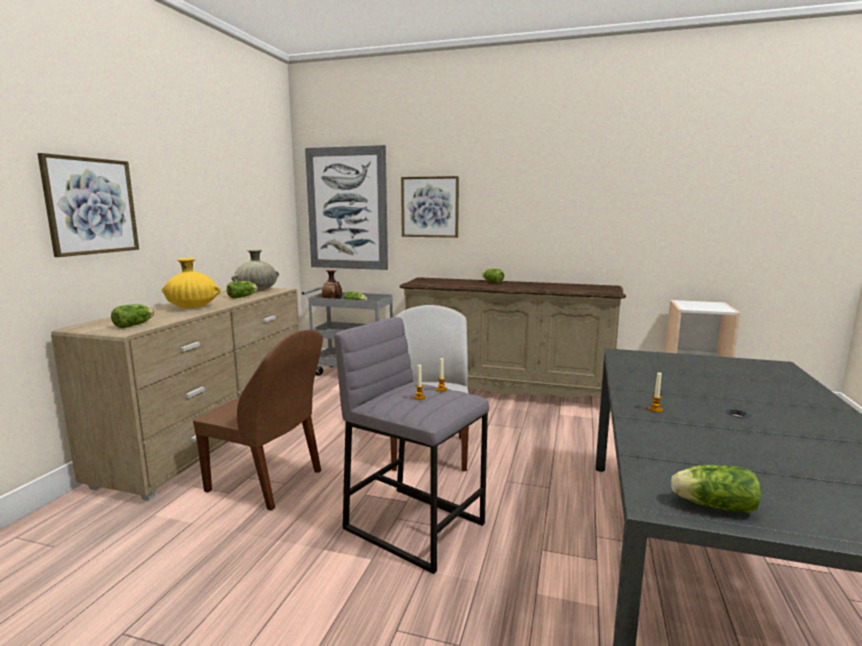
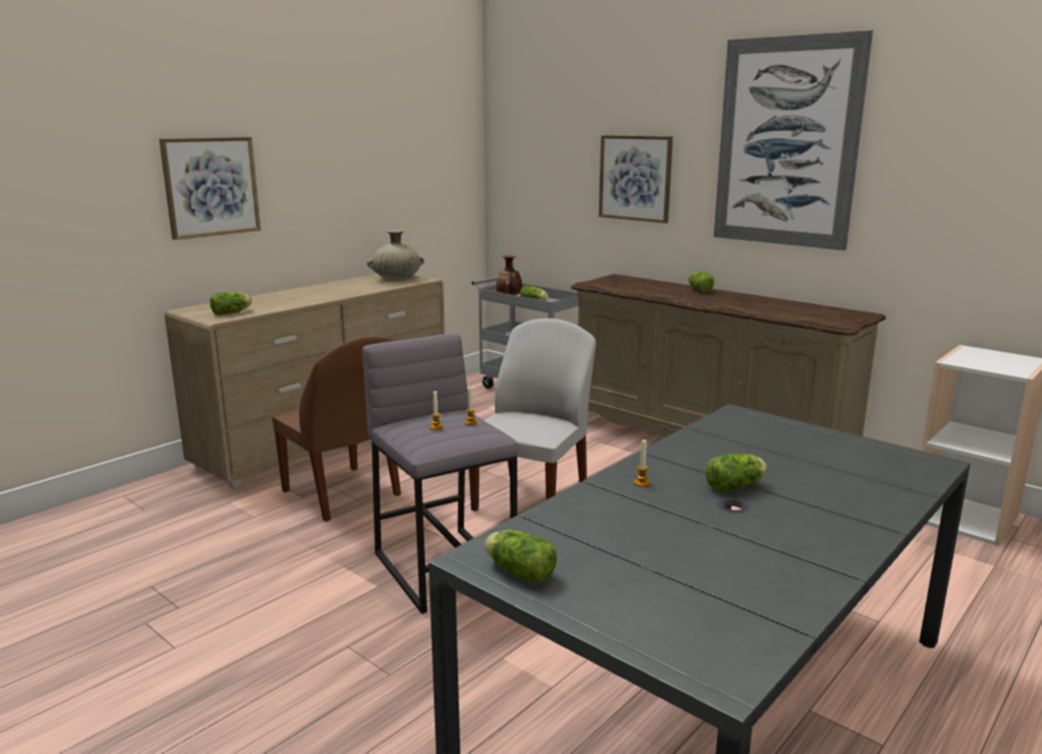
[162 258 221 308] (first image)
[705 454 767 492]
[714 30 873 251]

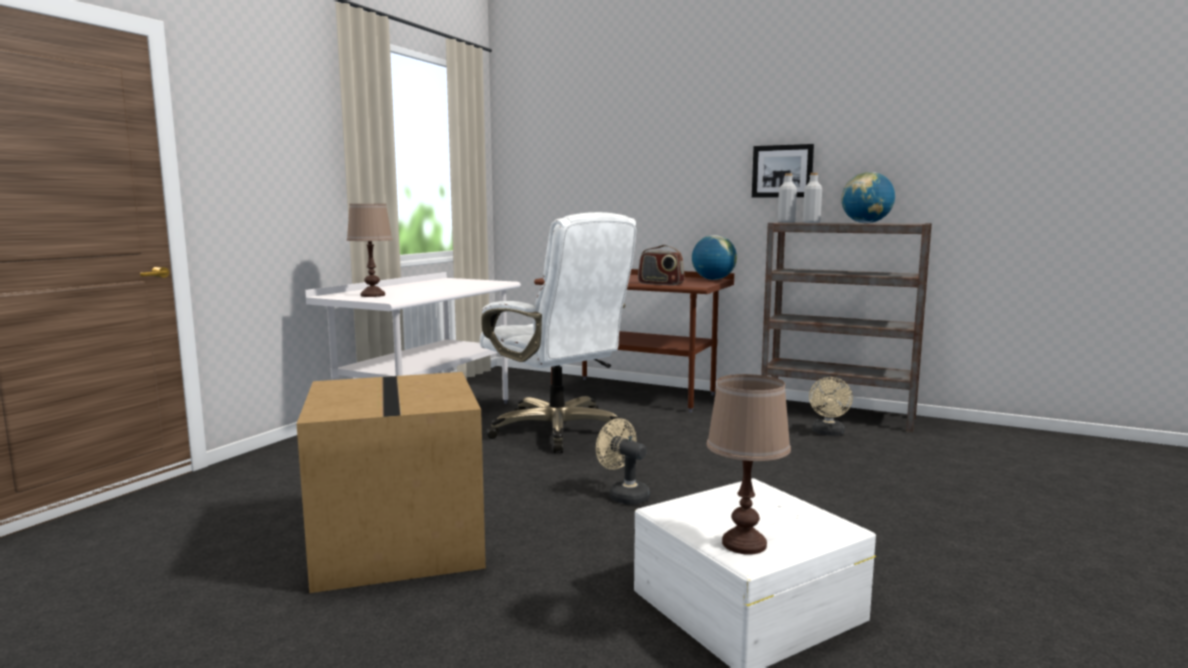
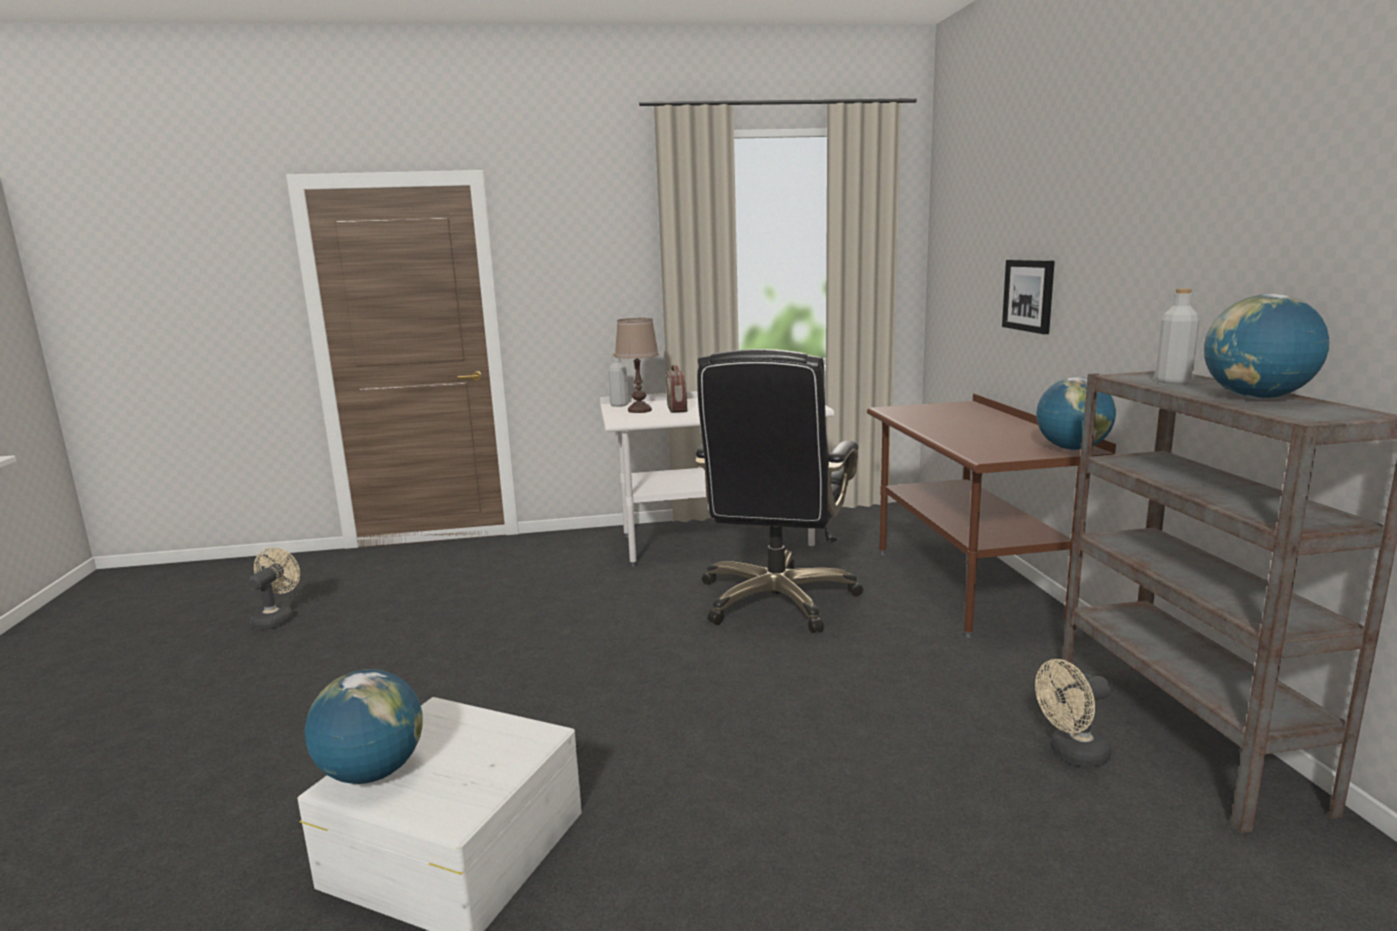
[297 372 486 593] (first image)
[695 349 864 633]
[248 547 300 629]
[666 365 687 413]
[305 669 423 784]
[1002 260 1055 334]
[608 353 629 407]

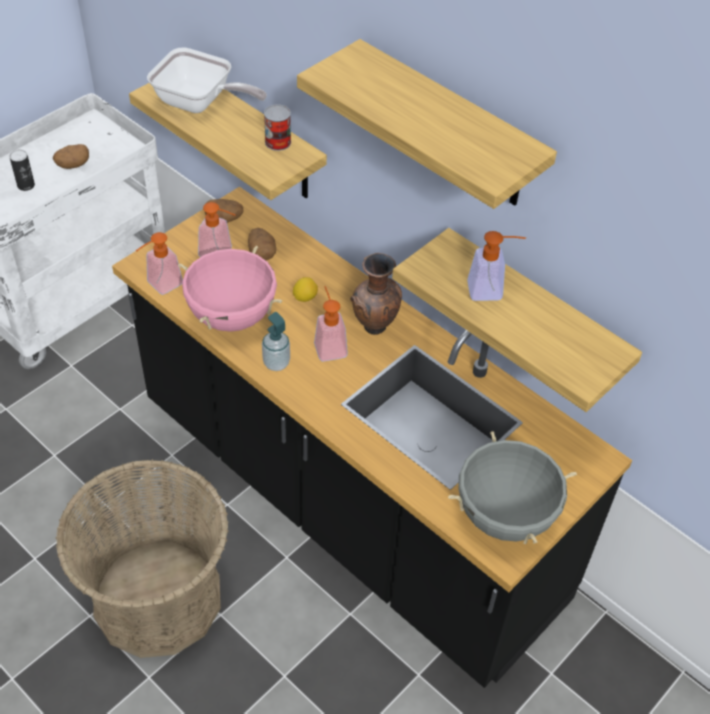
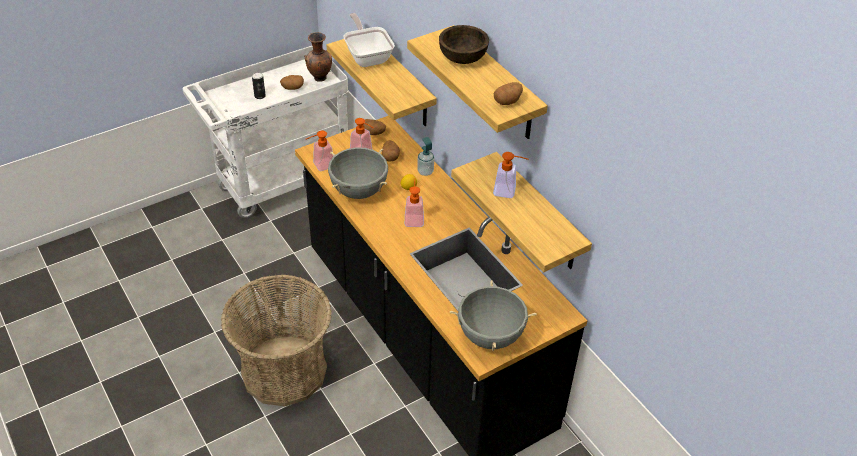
[343 13 395 67]
[328 147 388 199]
[417 137 434 176]
[264 104 291 151] (first image)
[304 32 332 82]
[439 25 489 64]
[494 82 523 105]

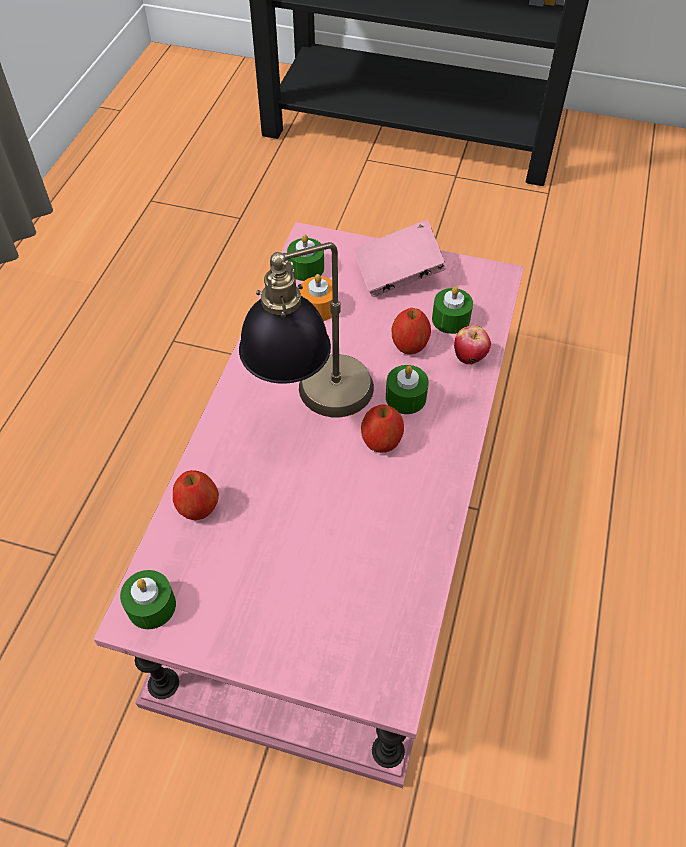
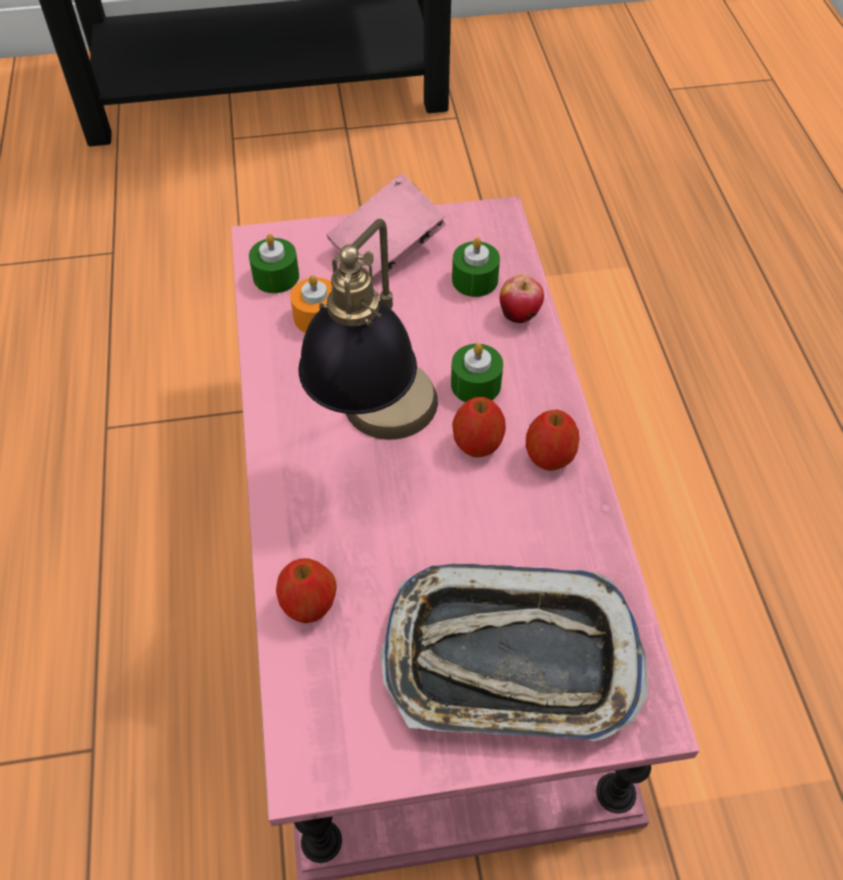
[120 570 176 629] (first image)
[526 409 579 471]
[381 564 648 741]

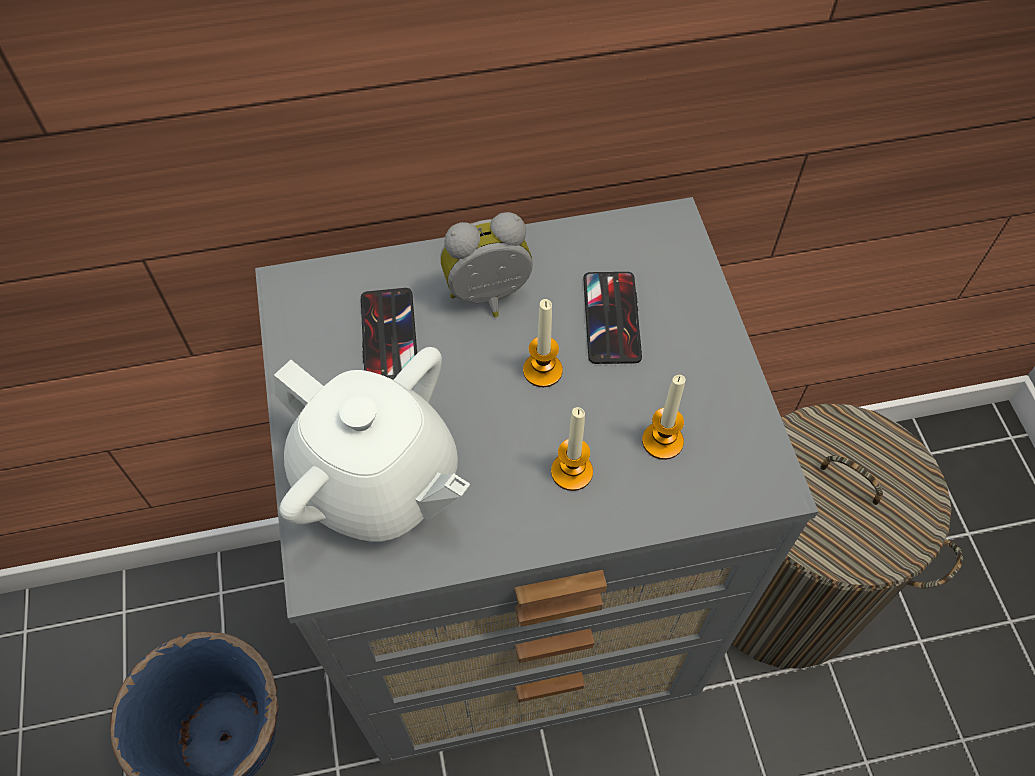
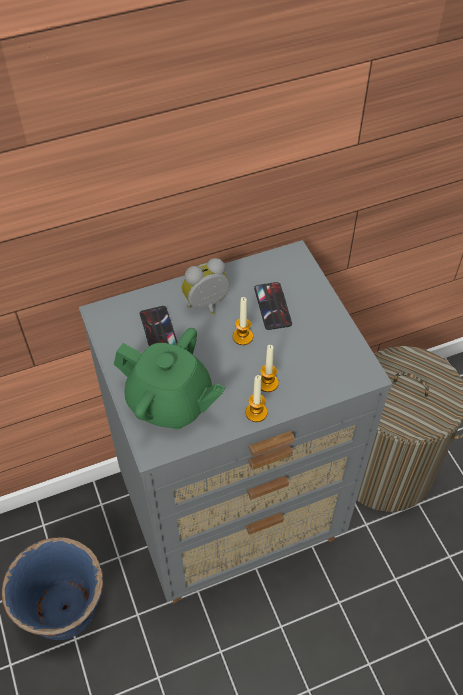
[114 328 225 429]
[245 375 267 422]

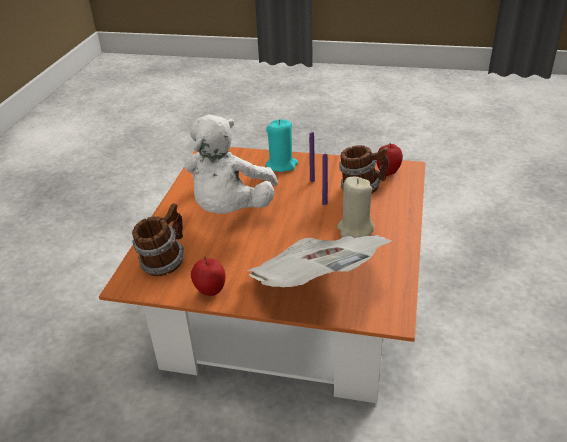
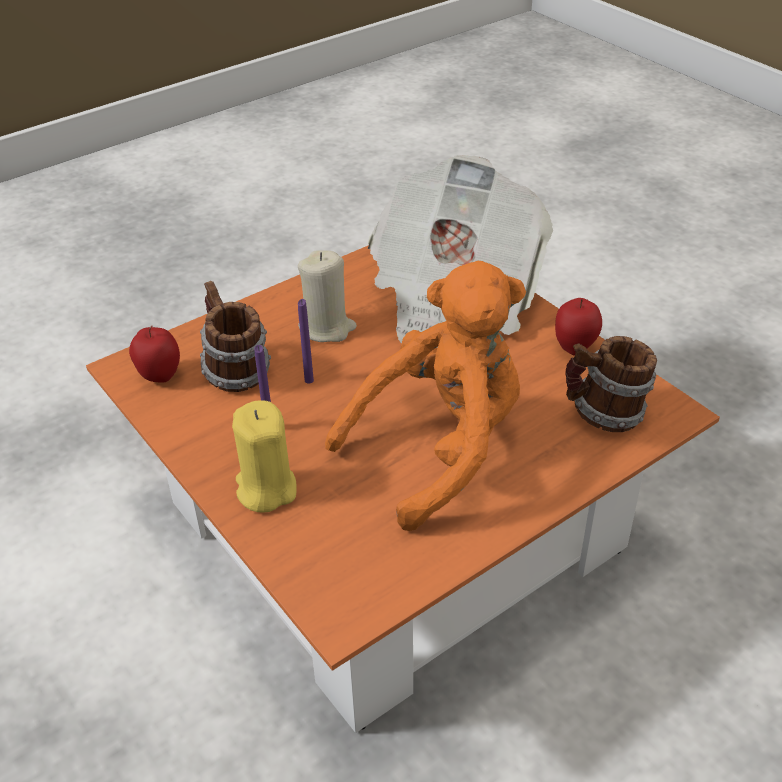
[325 261 526 531]
[232 400 297 513]

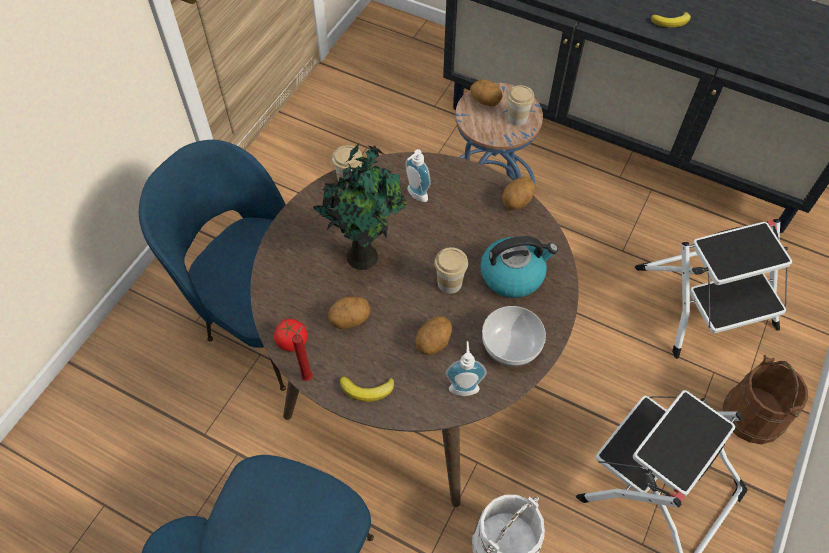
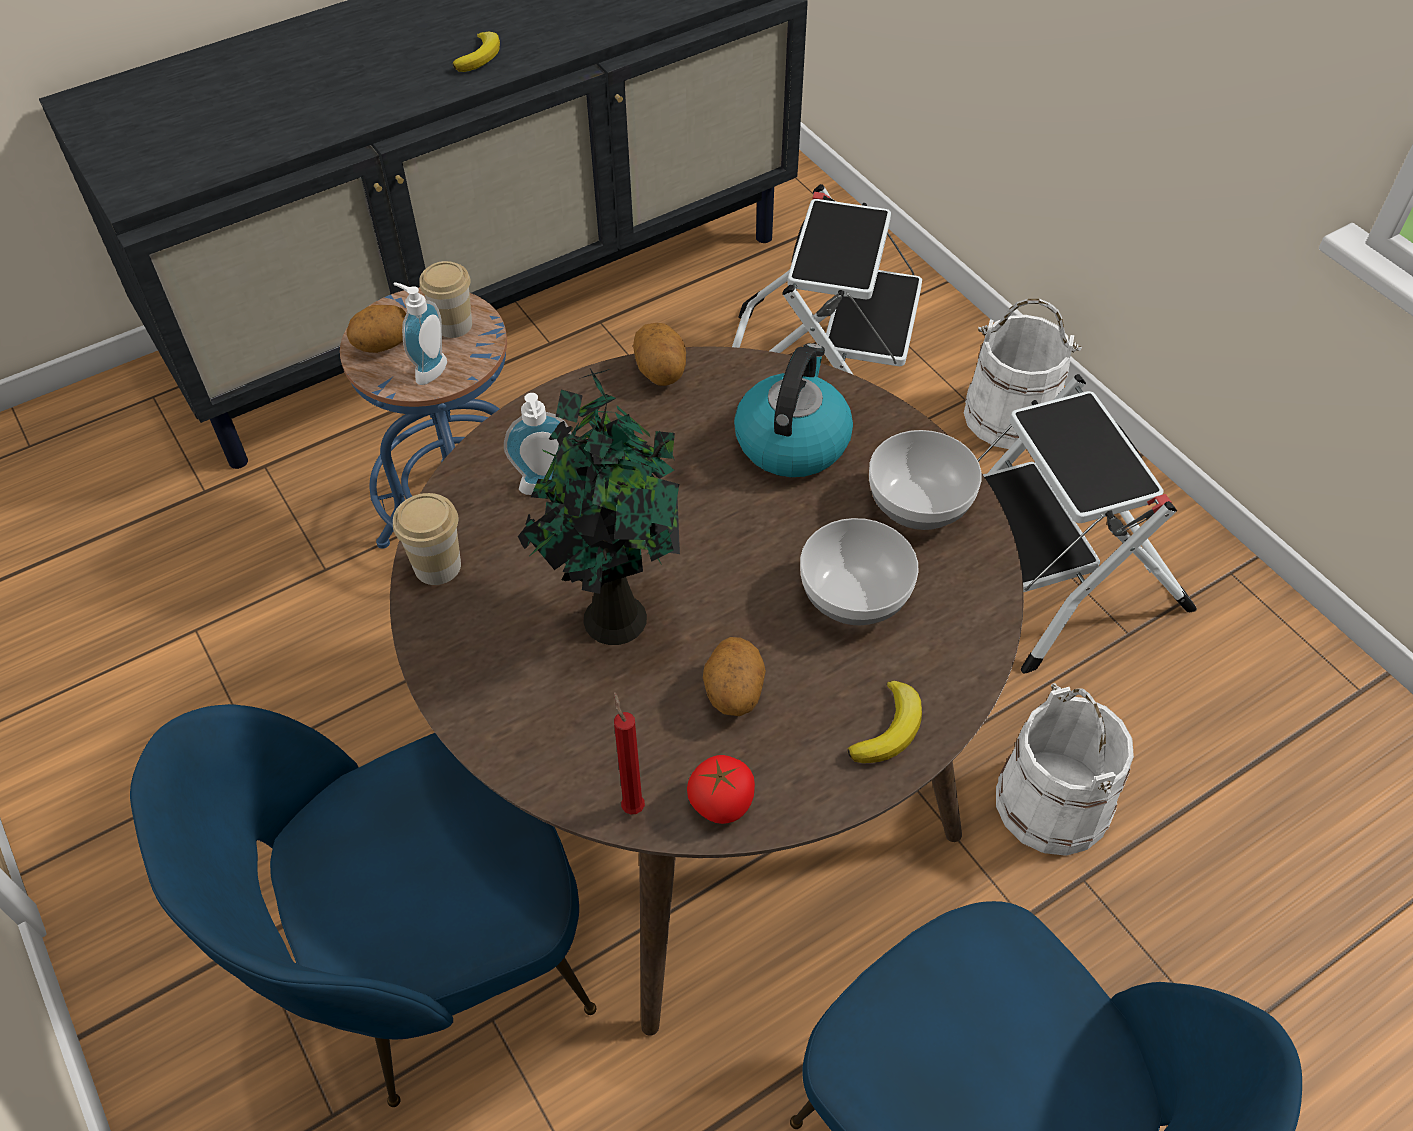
[614 692 645 815]
[800 518 919 625]
[434 247 468 294] (first image)
[394 282 447 385]
[964 299 1082 449]

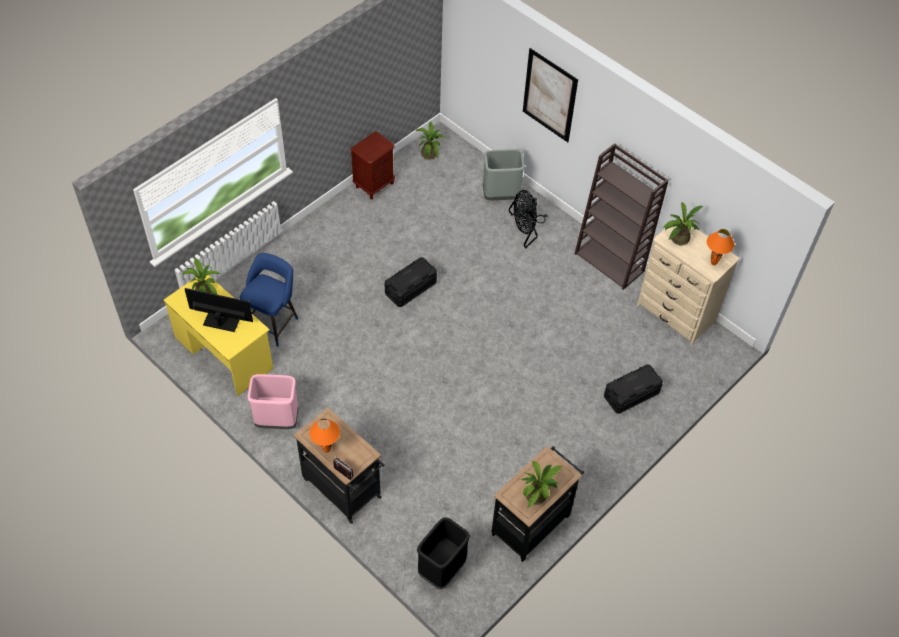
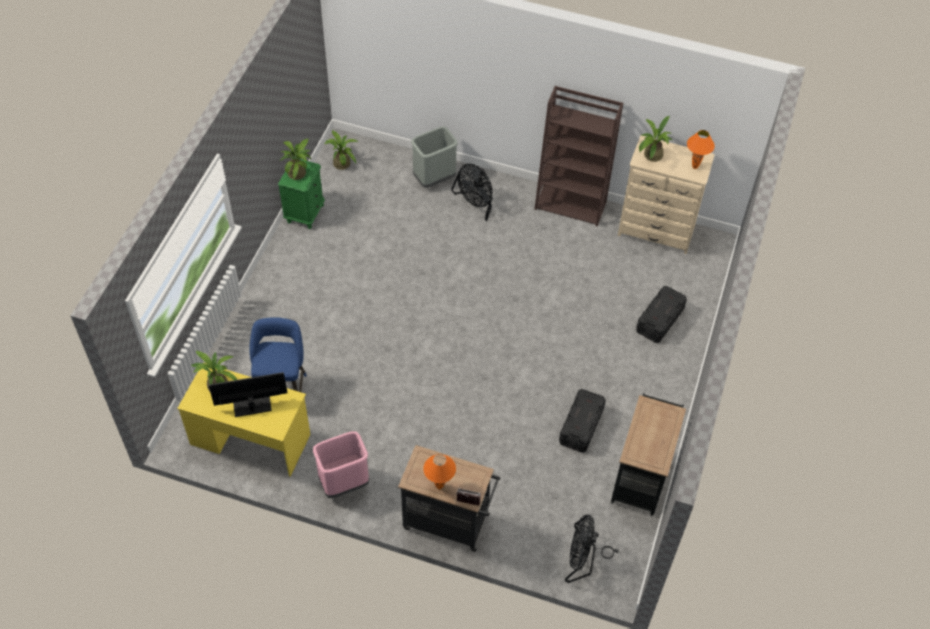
[278 157 325 229]
[559 389 606 453]
[565 514 620 583]
[279 139 311 180]
[523 48 578 142] (first image)

